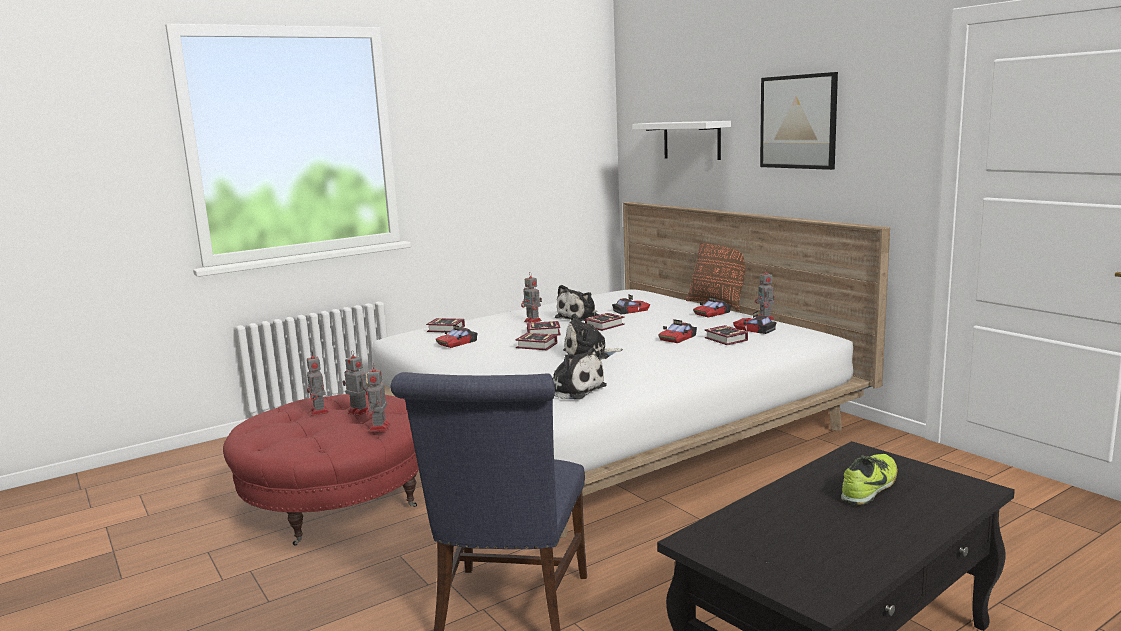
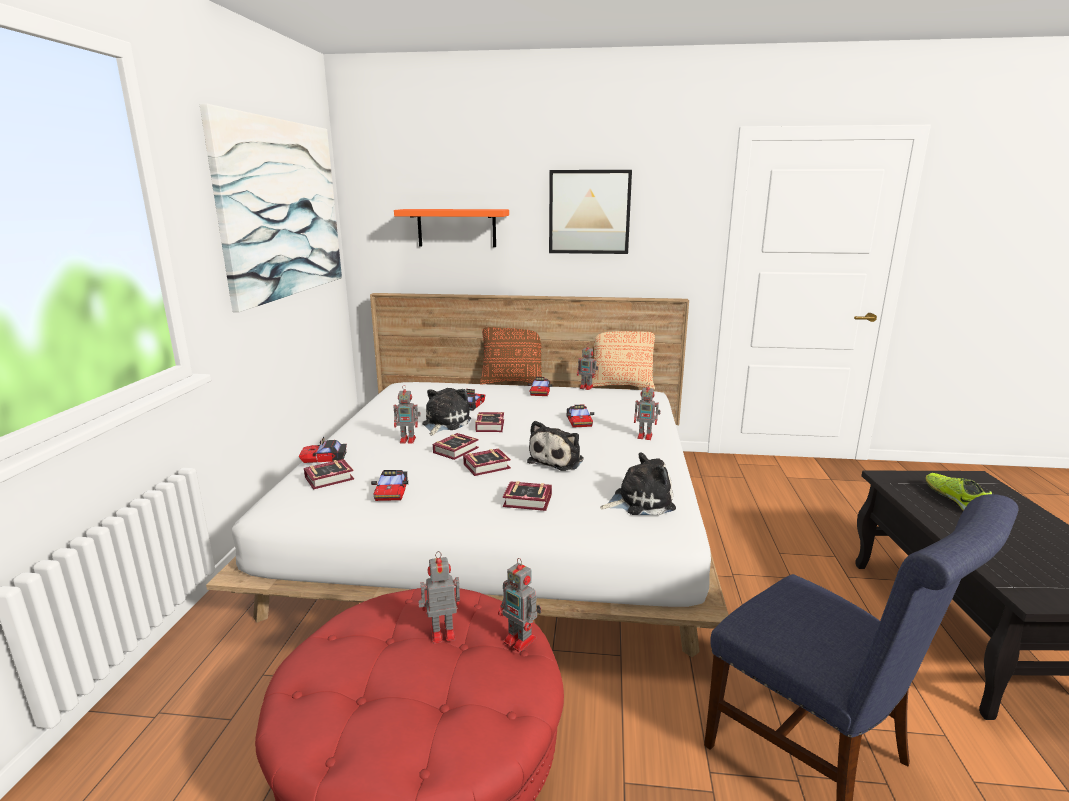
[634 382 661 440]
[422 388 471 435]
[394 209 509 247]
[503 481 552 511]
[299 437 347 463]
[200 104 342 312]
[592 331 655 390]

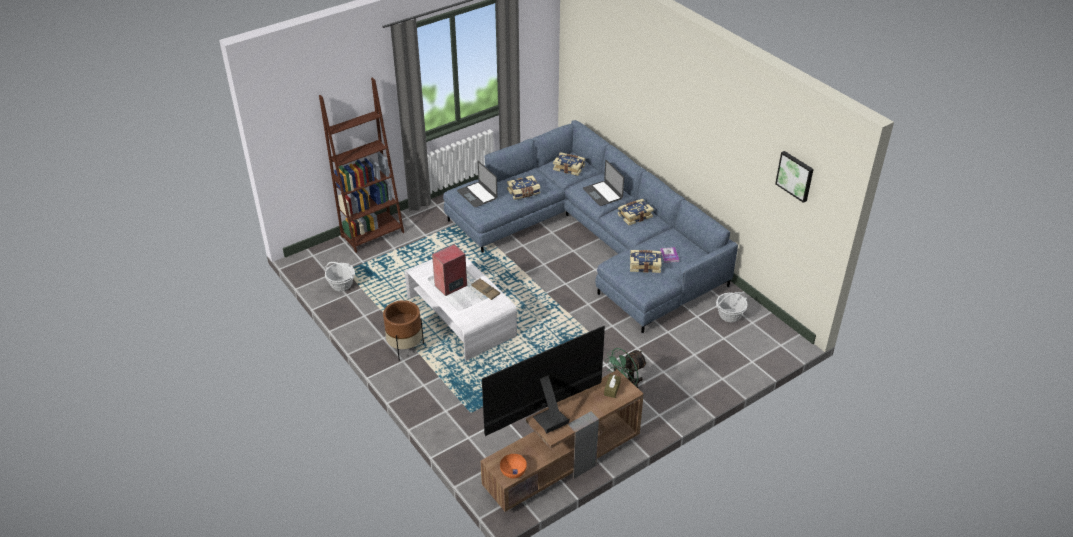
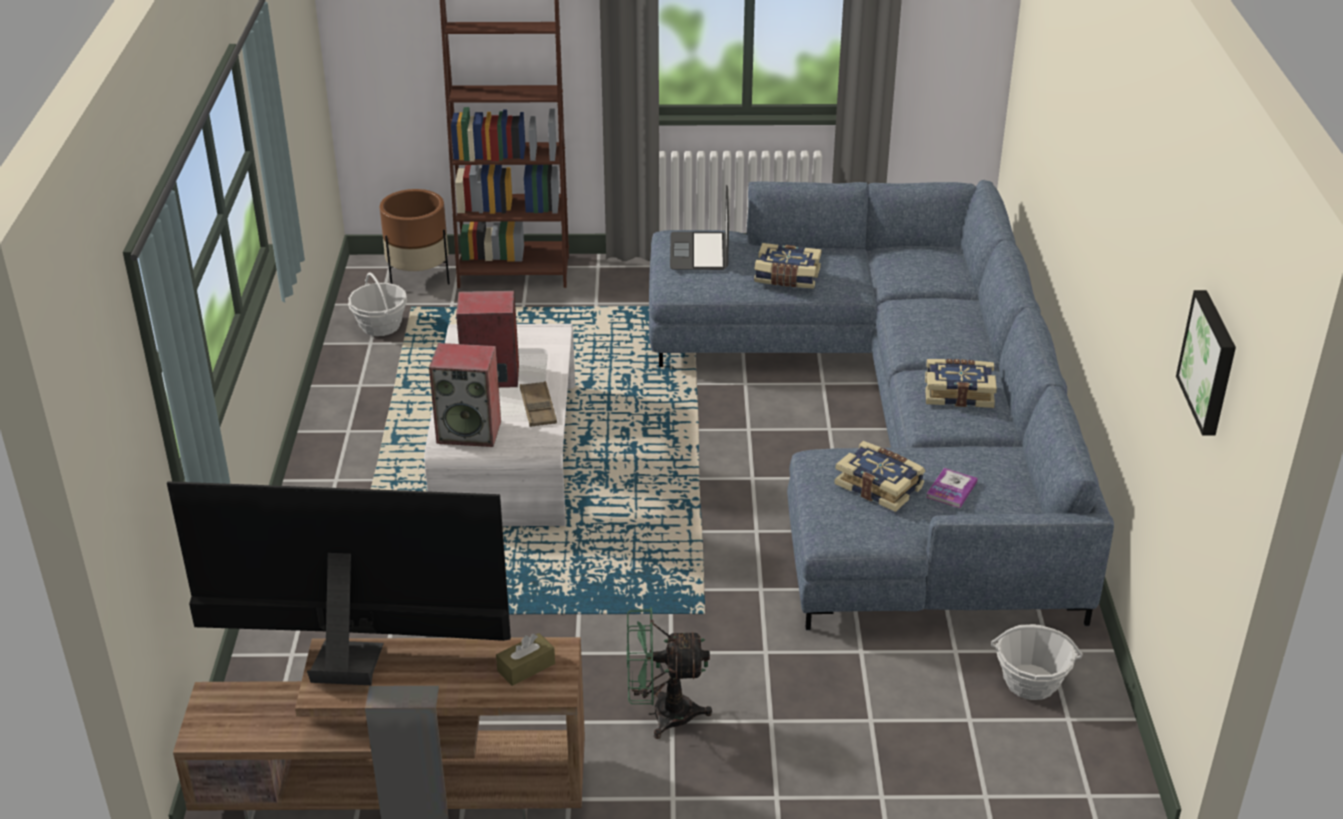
[380 189 450 284]
[500 454 527 479] (first image)
[553 152 585 176] (first image)
[583 160 624 206] (first image)
[429 343 501 447]

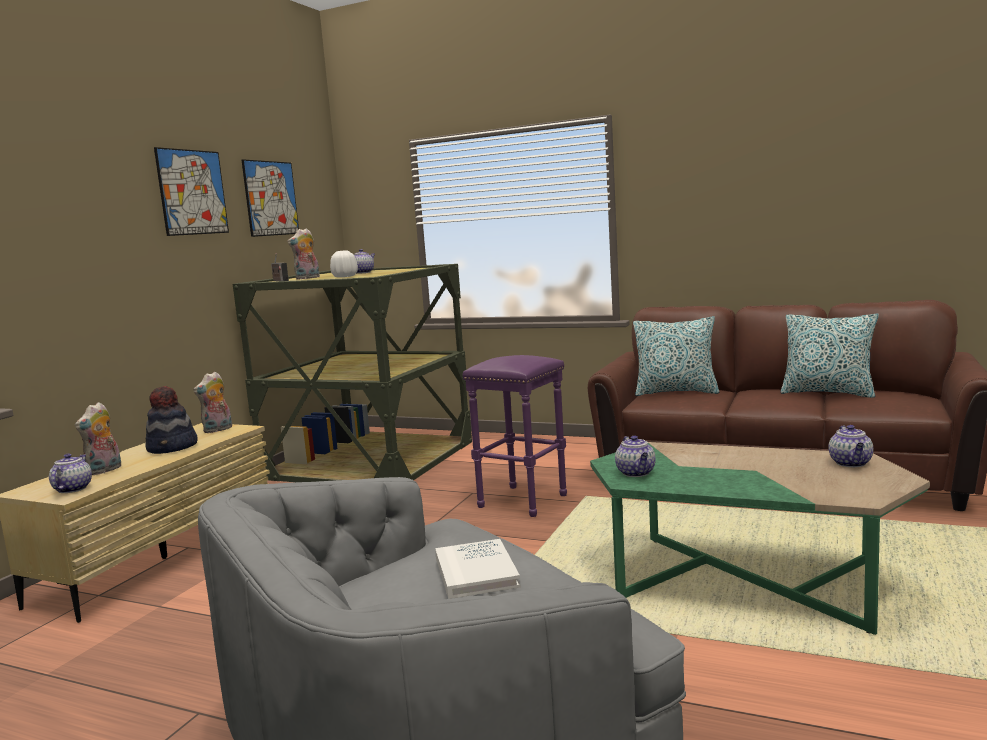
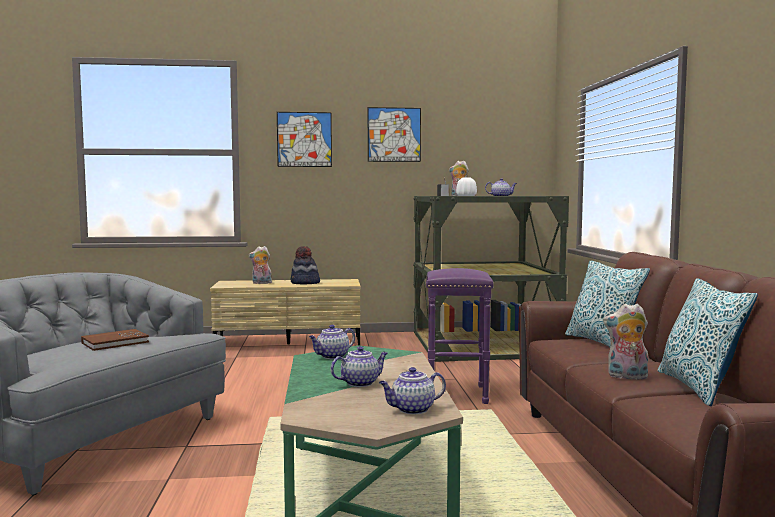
[331 346 388 387]
[603 304 648 380]
[277 112 332 167]
[81 329 149 351]

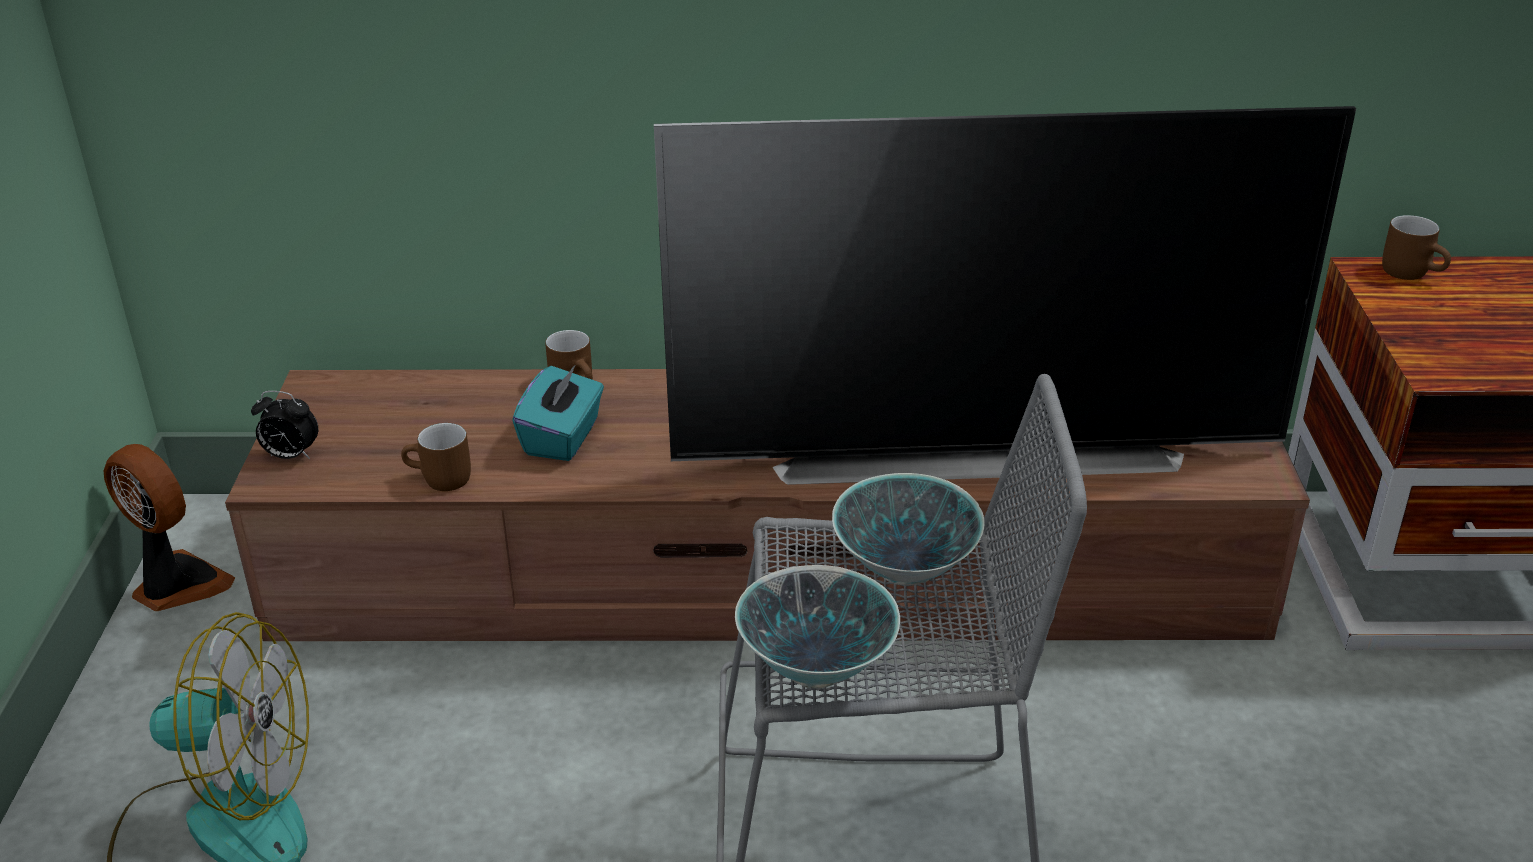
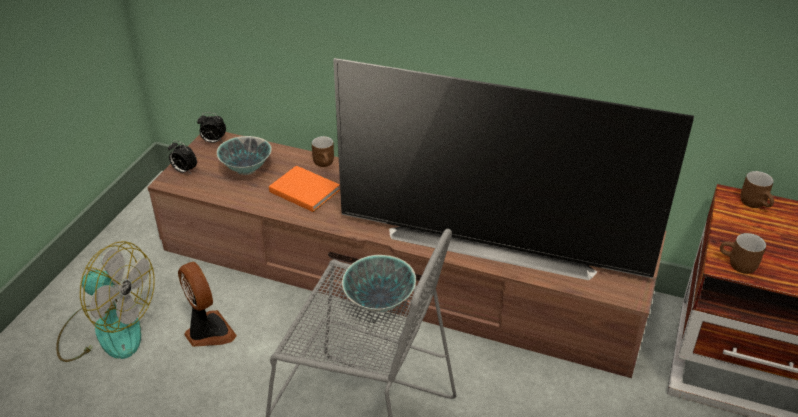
[178 262 237 347]
[720 233 766 274]
[269 166 340 212]
[217 136 272 175]
[197 113 226 143]

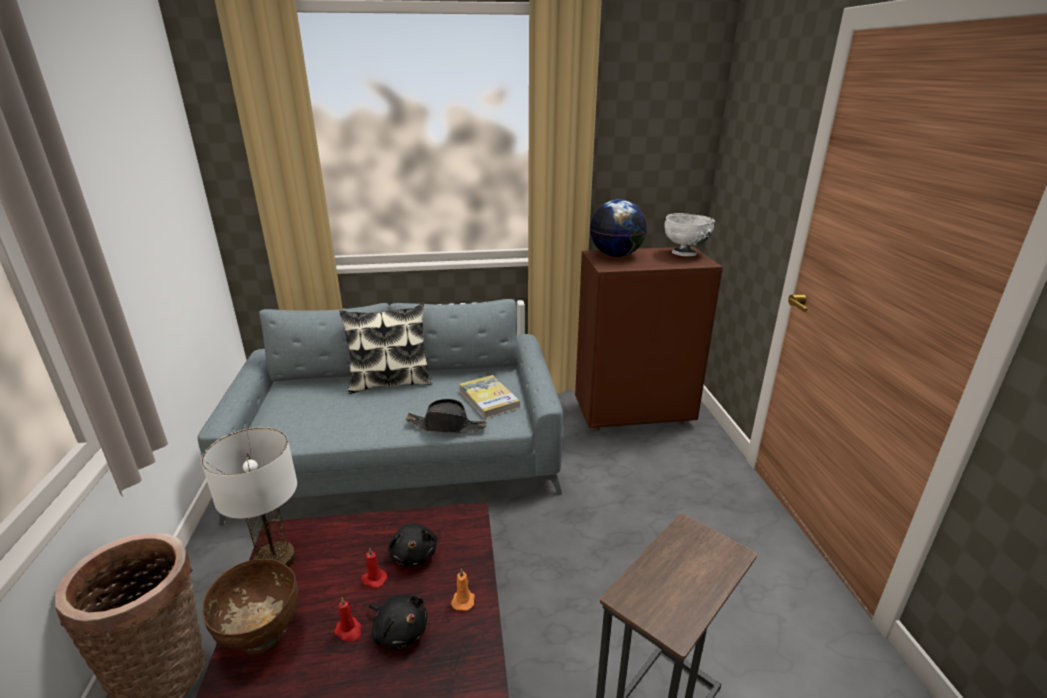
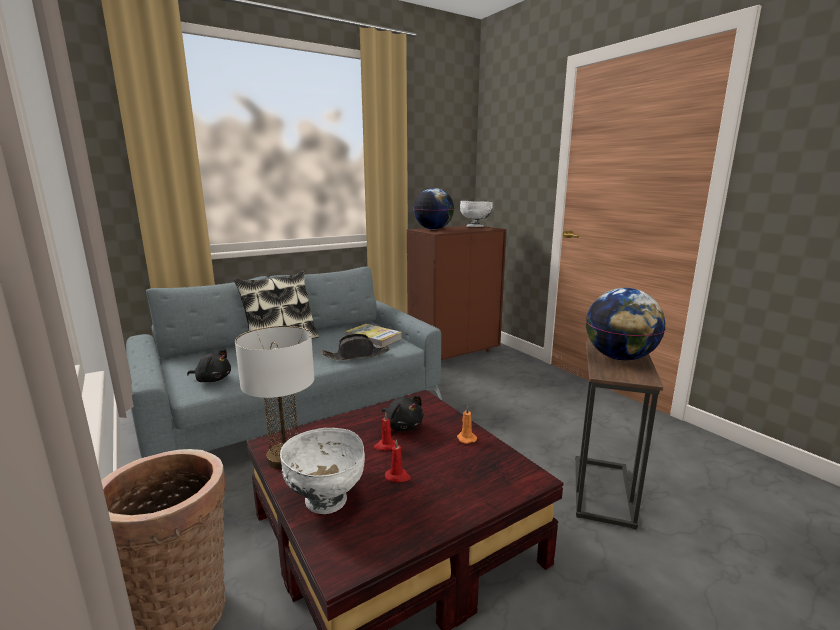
[280 428 365 514]
[187 349 231 382]
[586 288 665 361]

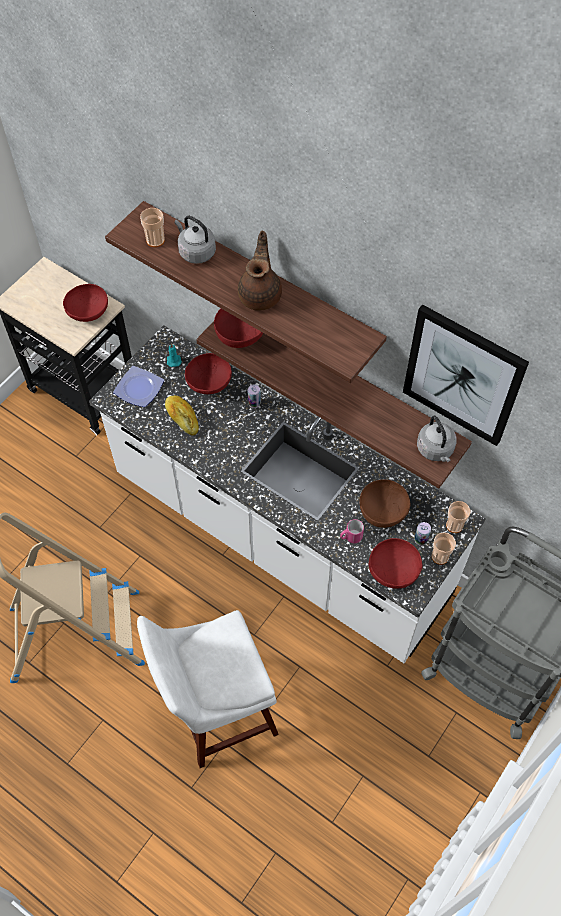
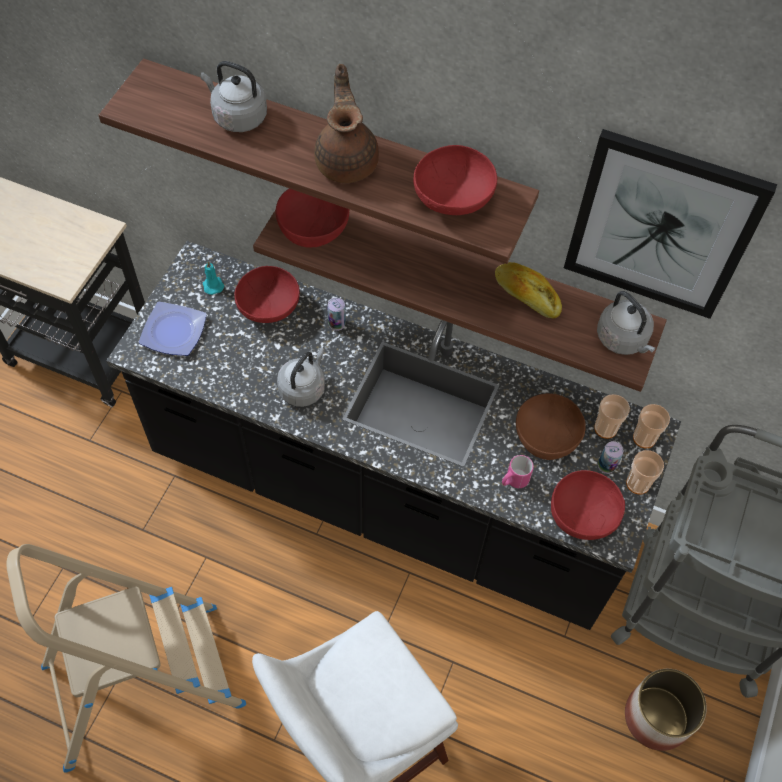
[413 145 497 215]
[106 241 681 630]
[594 394 630 439]
[495 262 562 318]
[277 348 325 407]
[625 669 707 751]

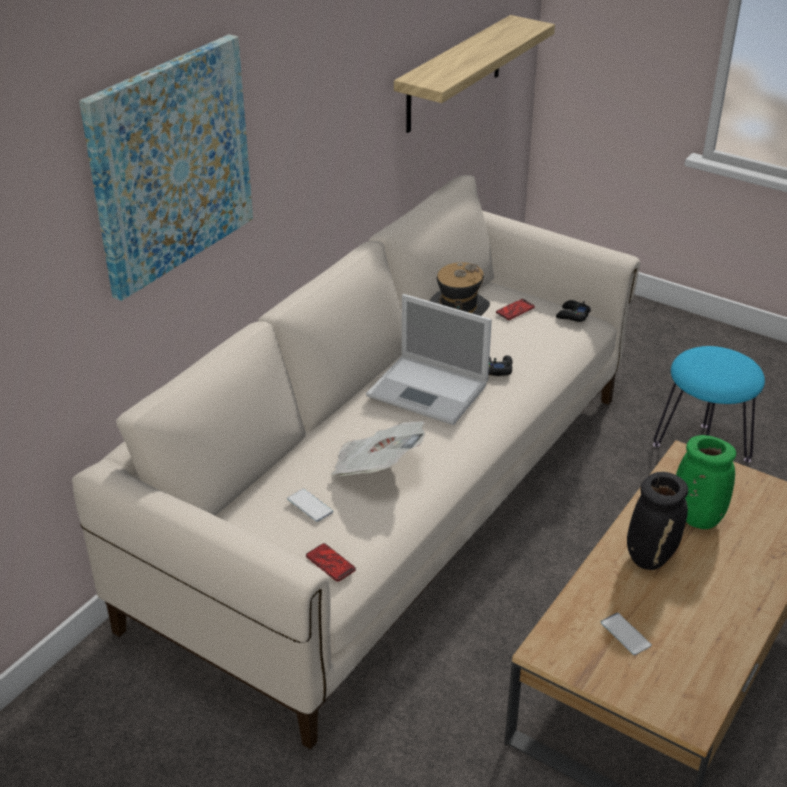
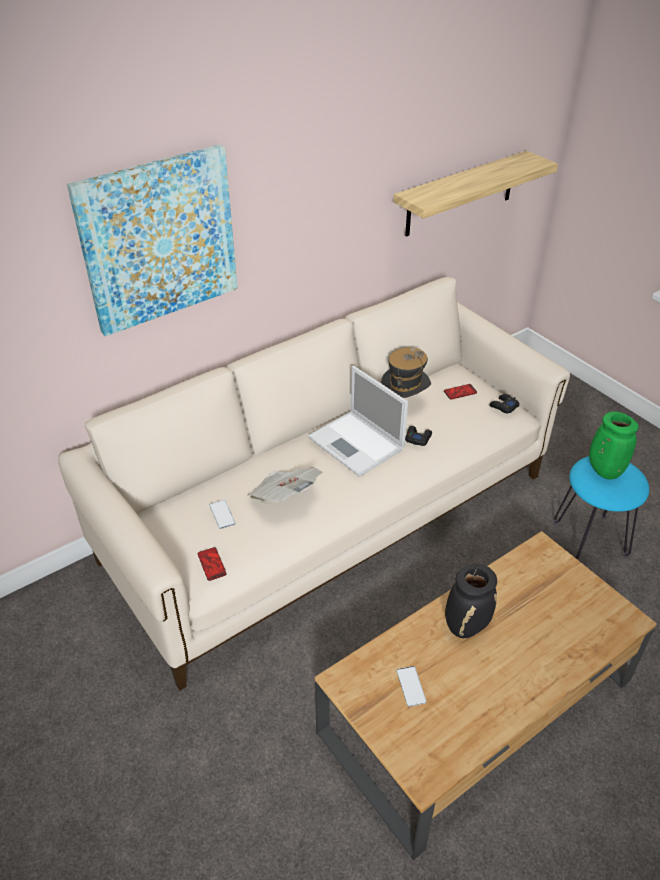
[589 411 639 480]

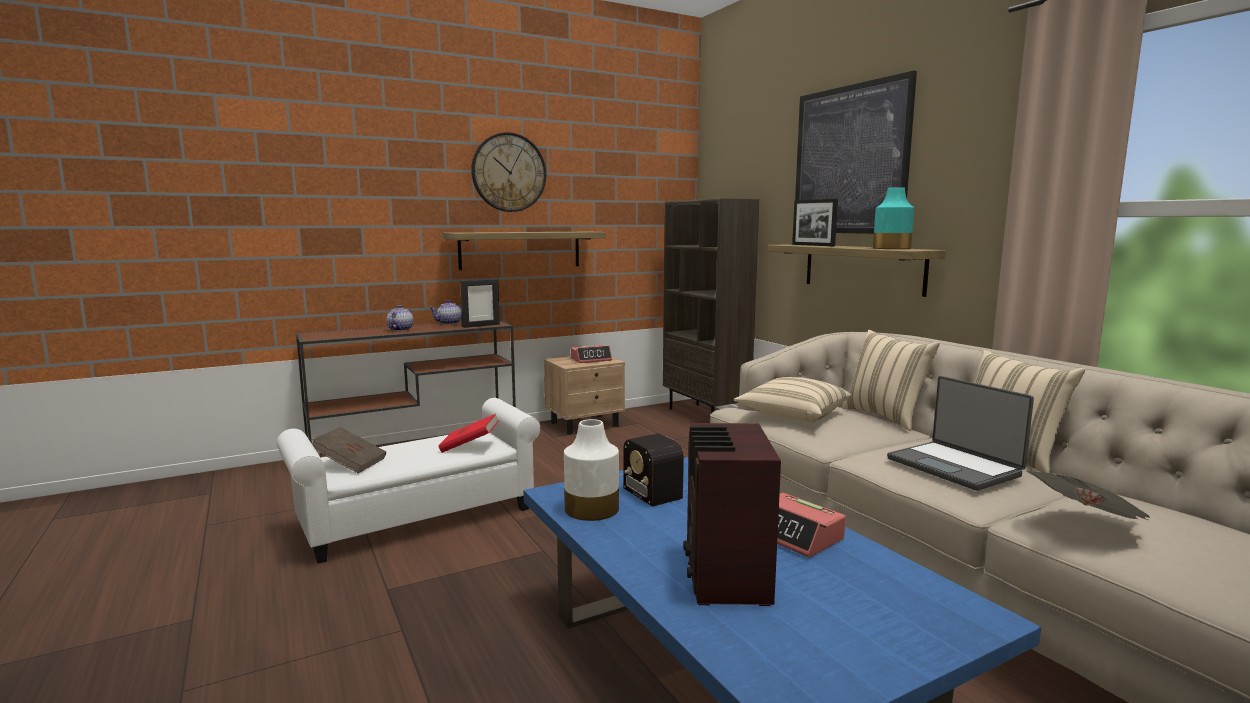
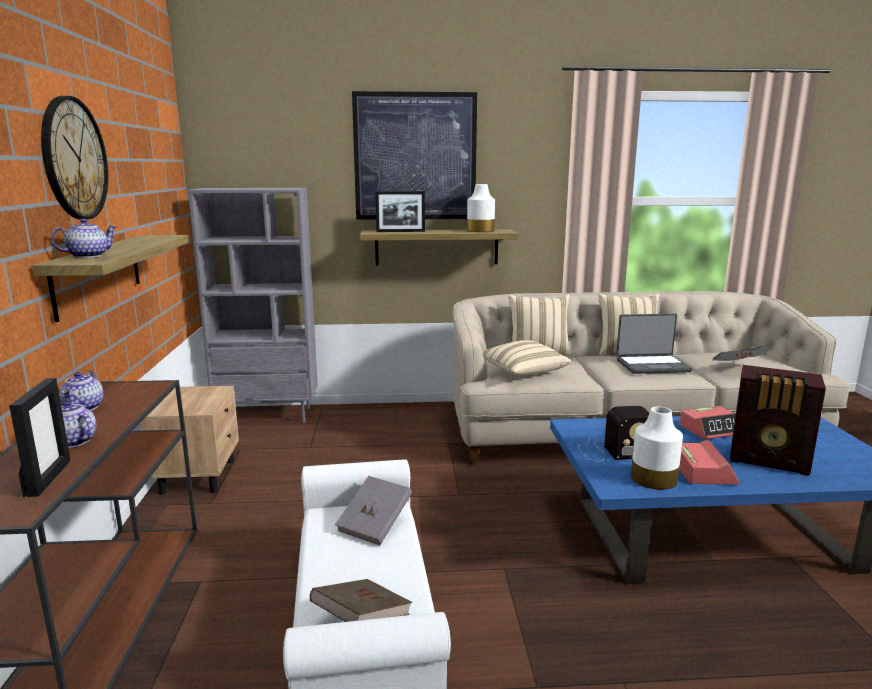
[335 476 412 545]
[9 378 71 498]
[679 439 739 485]
[188 188 318 423]
[467 184 495 232]
[51 219 116 258]

